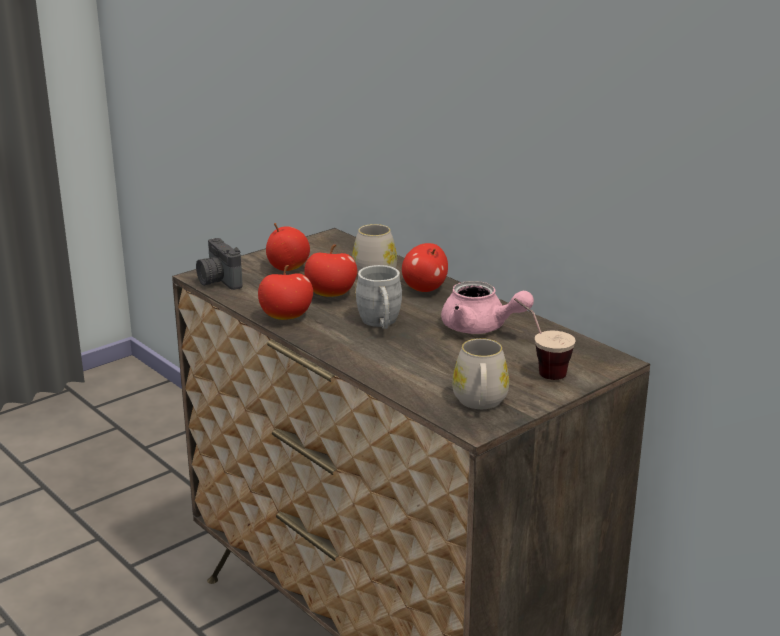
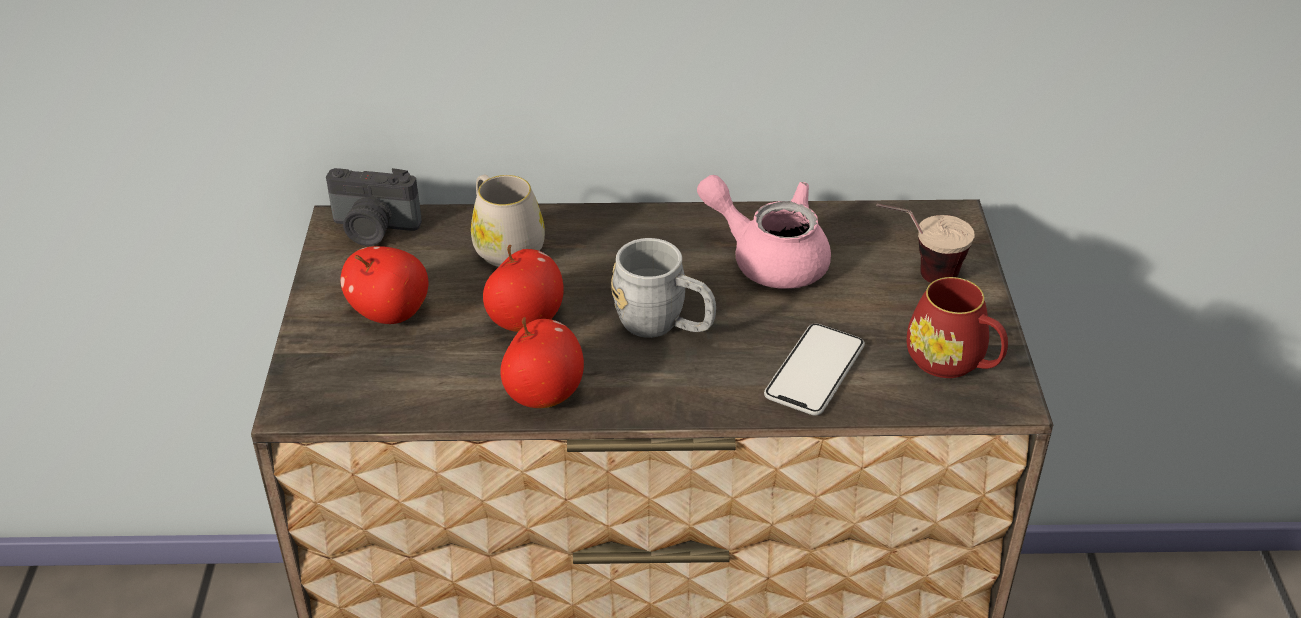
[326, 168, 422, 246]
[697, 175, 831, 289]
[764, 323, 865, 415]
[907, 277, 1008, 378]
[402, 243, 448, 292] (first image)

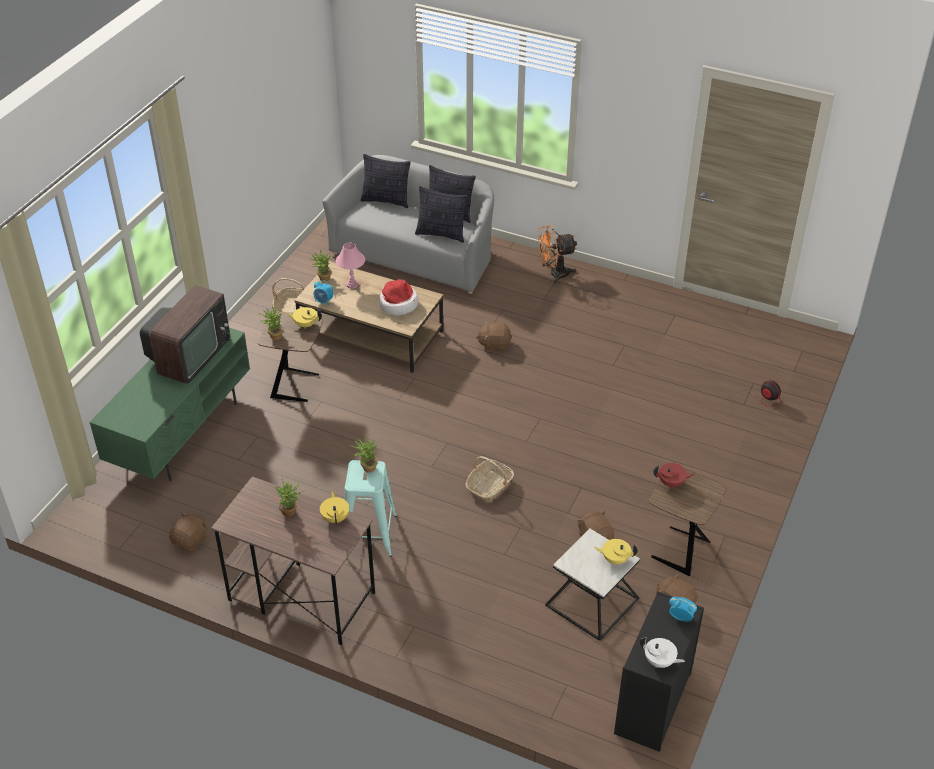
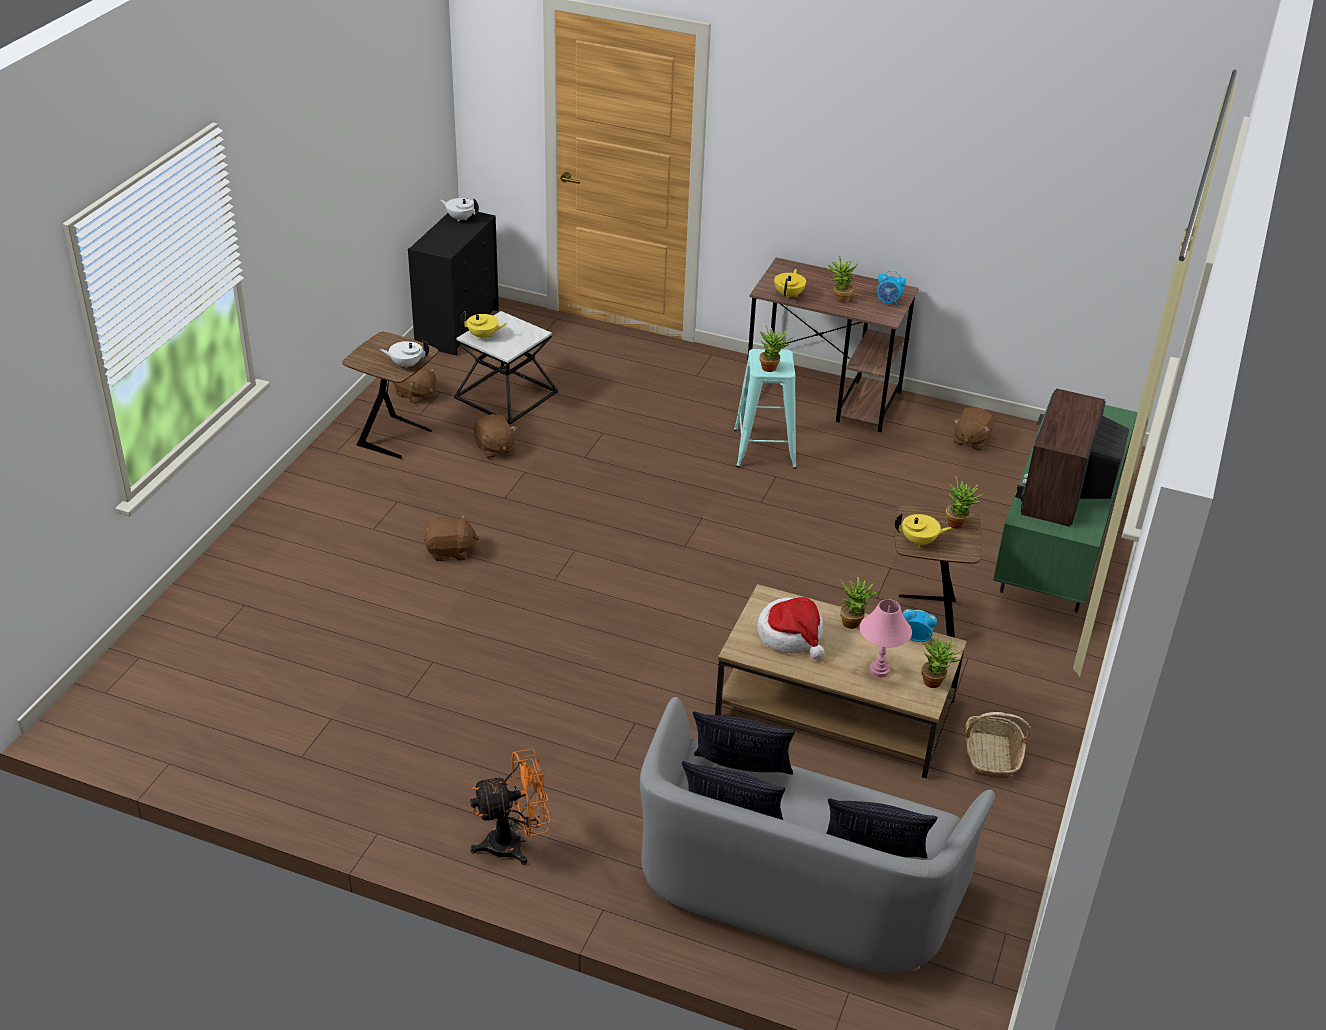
[379, 340, 429, 369]
[424, 514, 479, 561]
[774, 269, 806, 299]
[839, 576, 879, 629]
[877, 270, 906, 306]
[465, 456, 514, 502] (first image)
[729, 381, 781, 416] (first image)

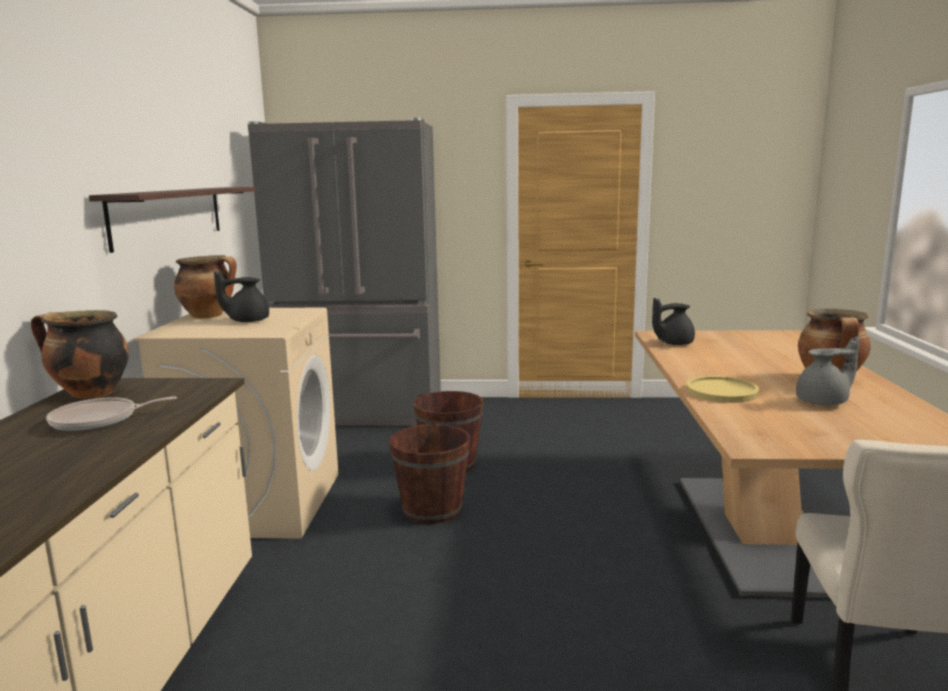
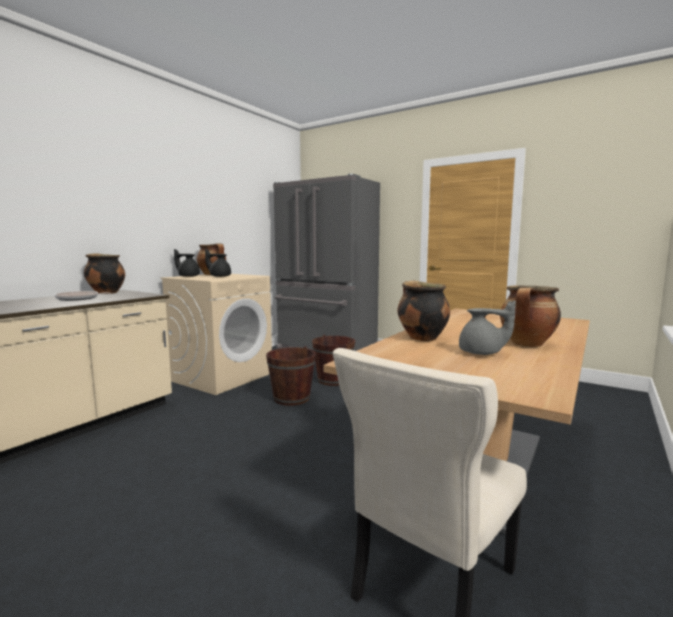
[174, 249, 200, 277]
[397, 281, 450, 341]
[89, 187, 256, 253] (first image)

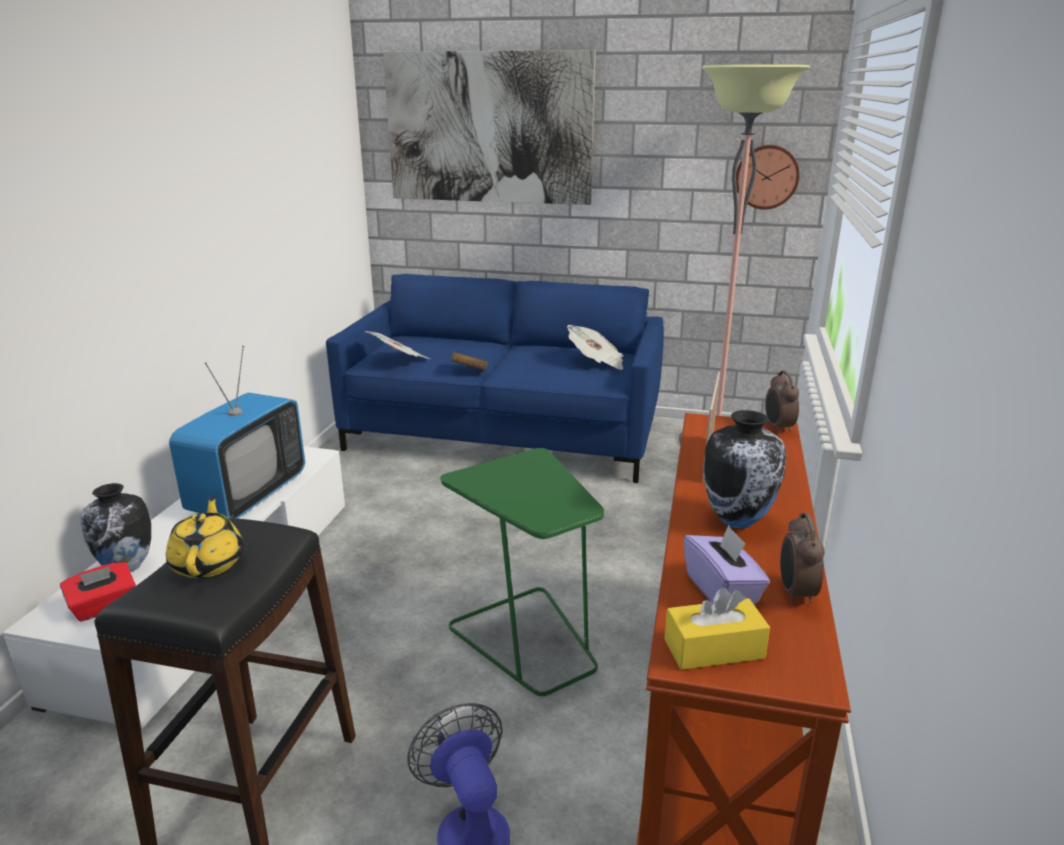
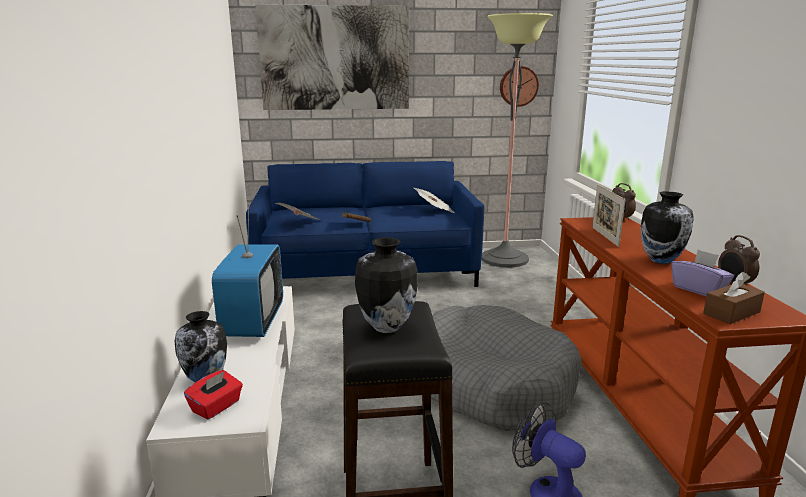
[355, 237, 418, 333]
[431, 305, 582, 431]
[703, 272, 765, 324]

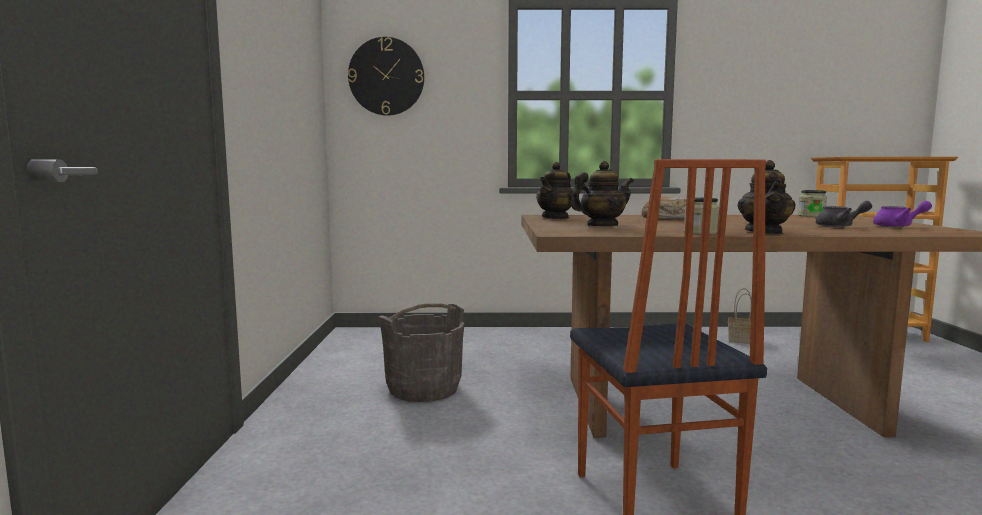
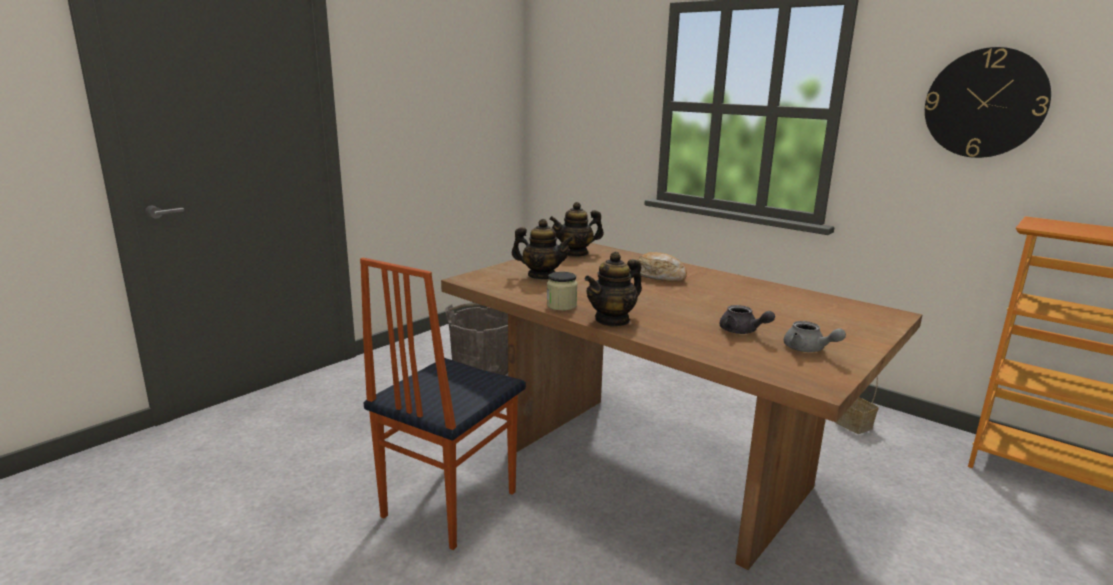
[784, 321, 846, 352]
[925, 47, 1051, 158]
[798, 190, 827, 217] (first image)

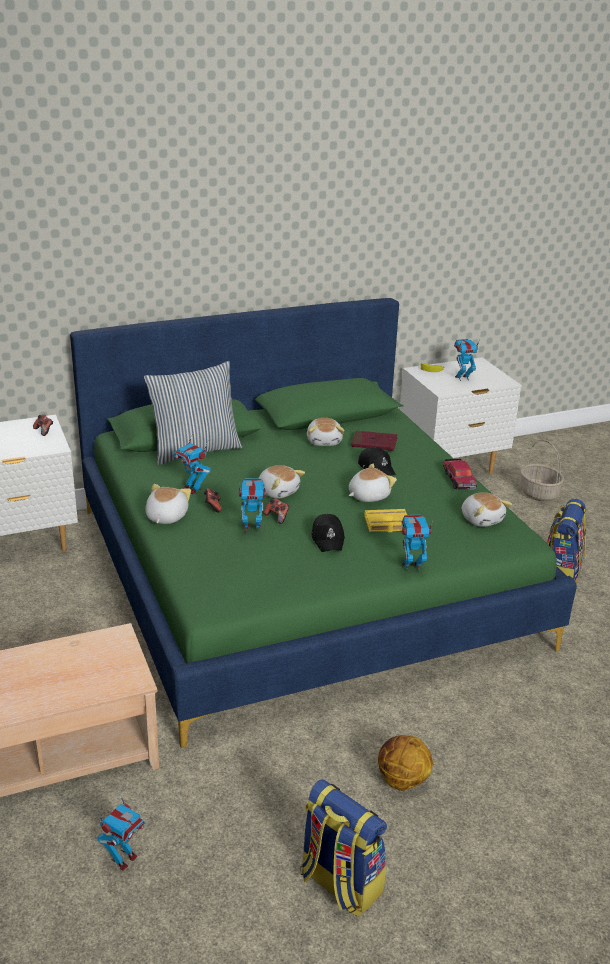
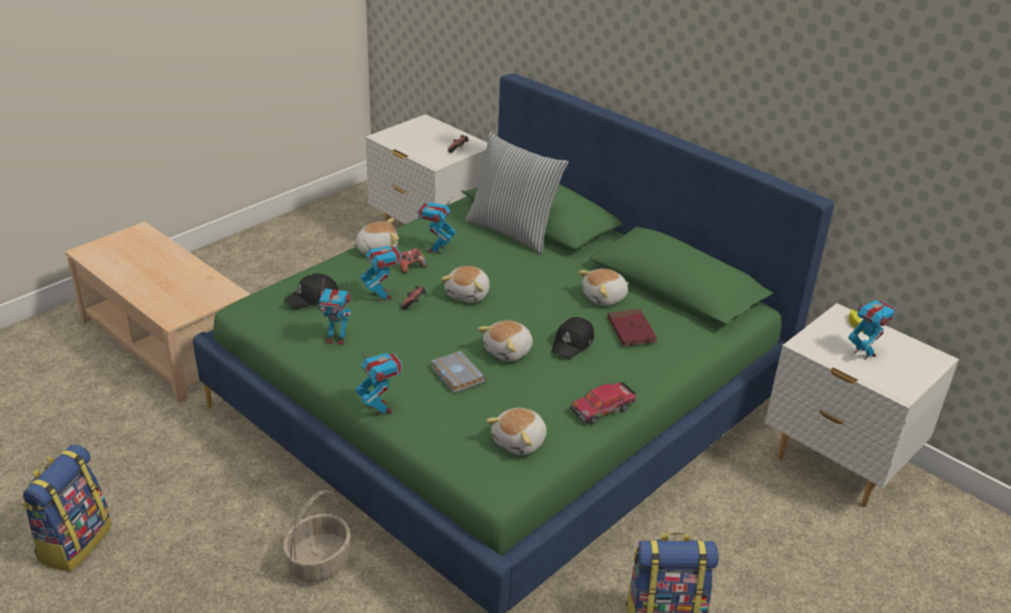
[283, 490, 350, 582]
[284, 273, 338, 309]
[317, 281, 350, 345]
[431, 351, 486, 393]
[478, 320, 533, 362]
[378, 735, 433, 791] (first image)

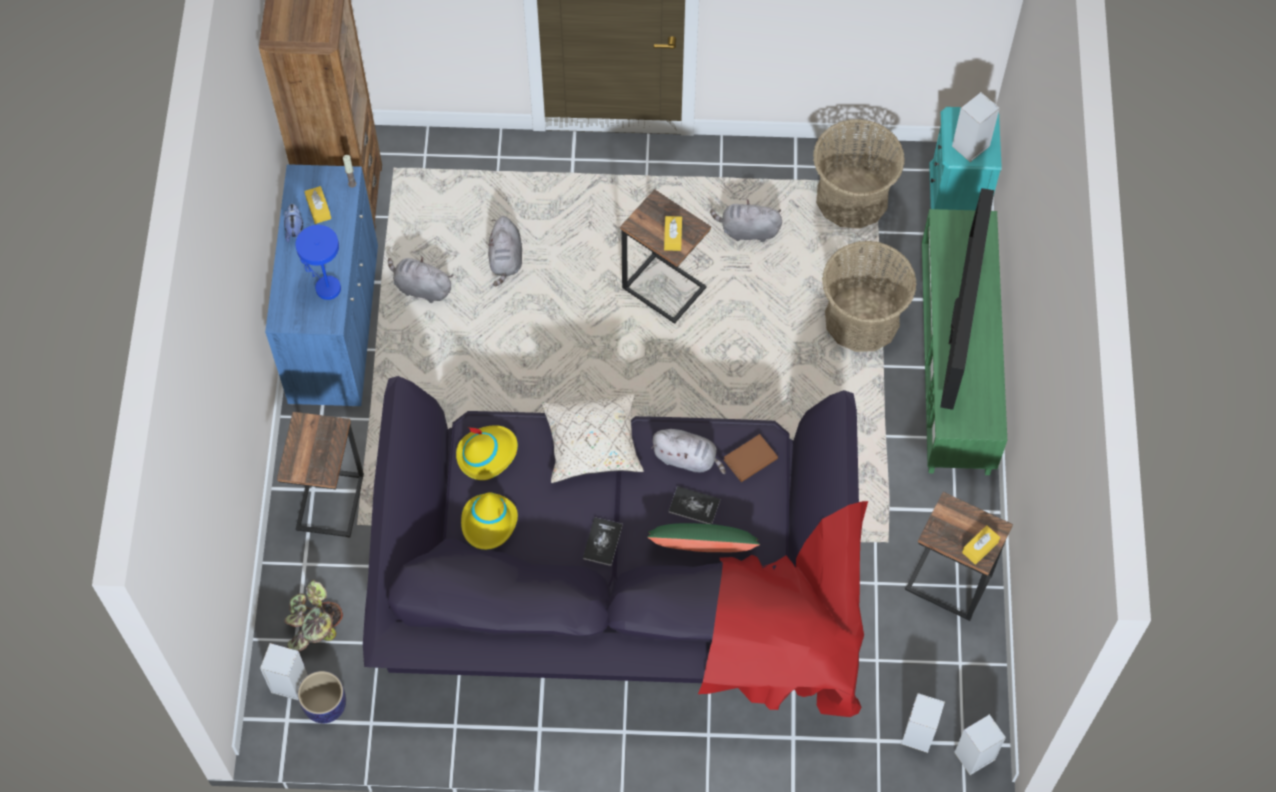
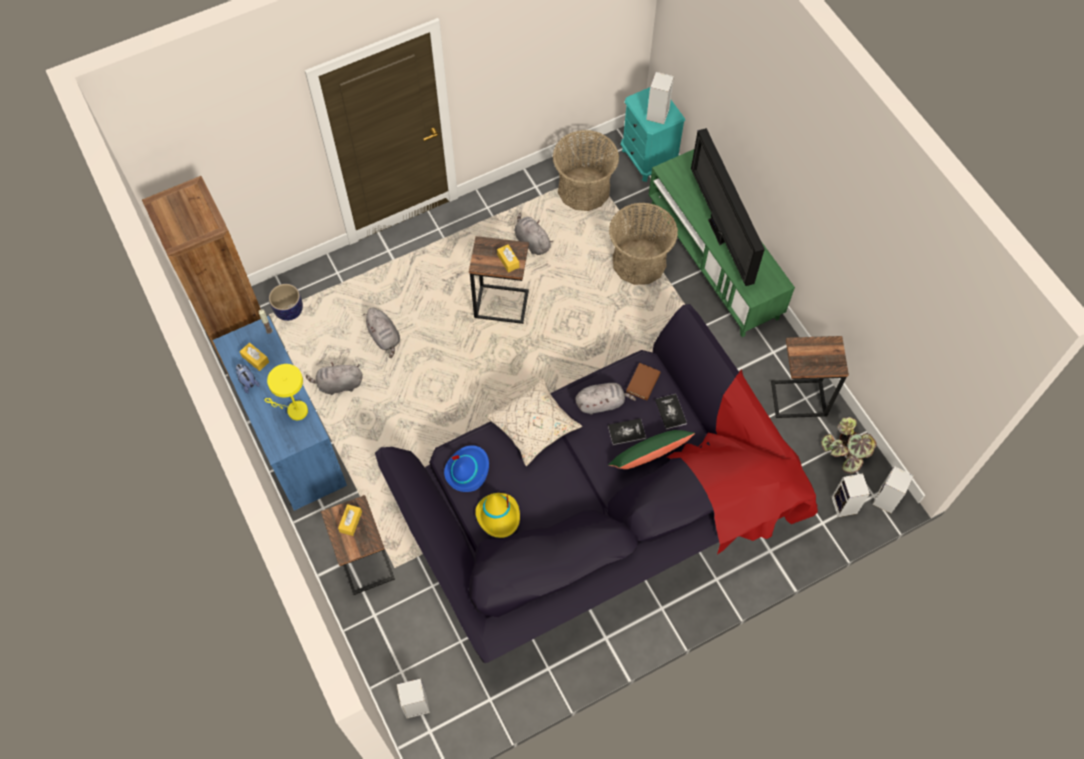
[264, 364, 308, 420]
[269, 284, 303, 321]
[338, 504, 362, 536]
[444, 445, 489, 492]
[514, 213, 553, 255]
[655, 394, 687, 430]
[821, 417, 876, 473]

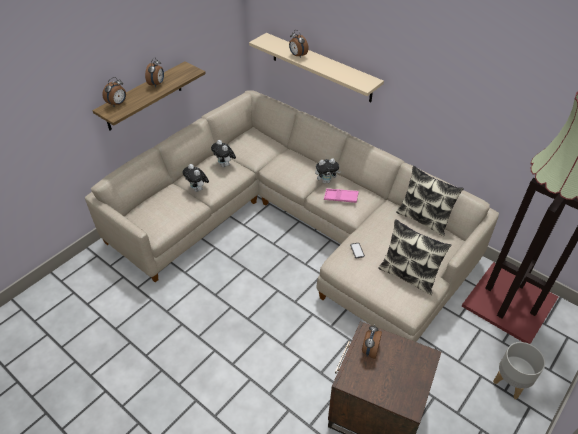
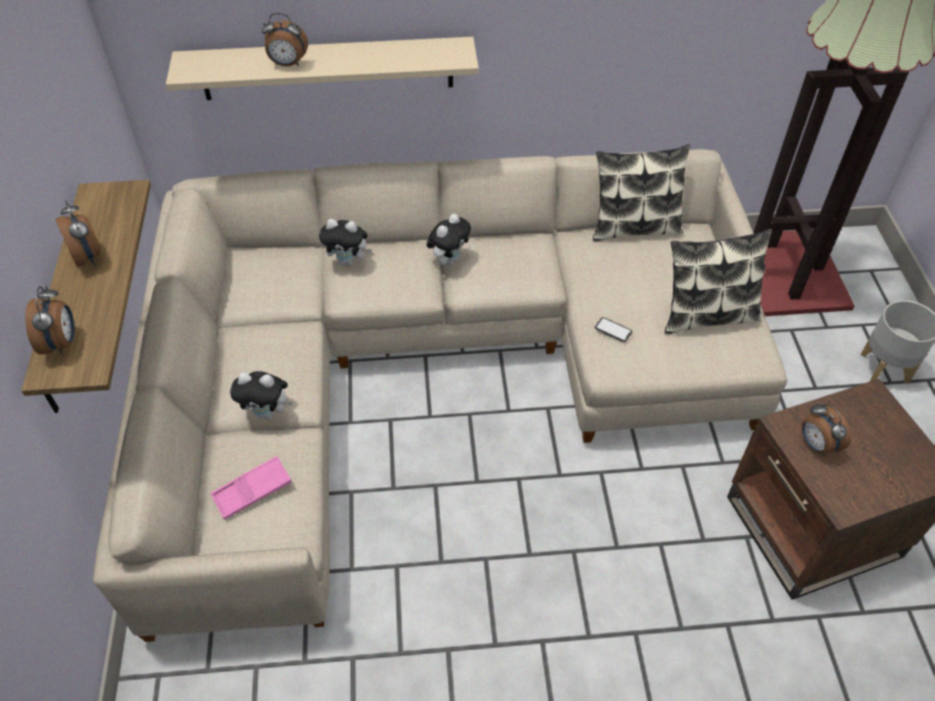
[210, 456, 292, 520]
[319, 219, 372, 266]

